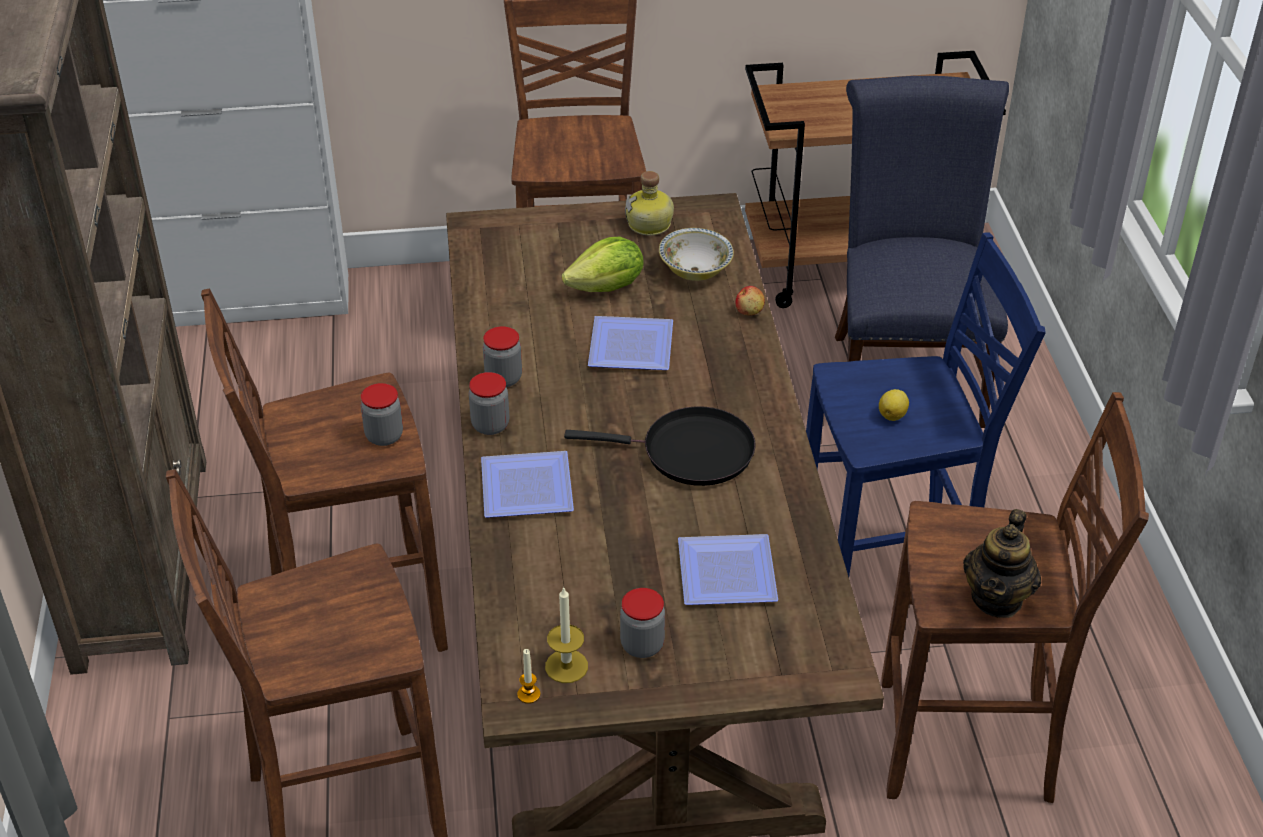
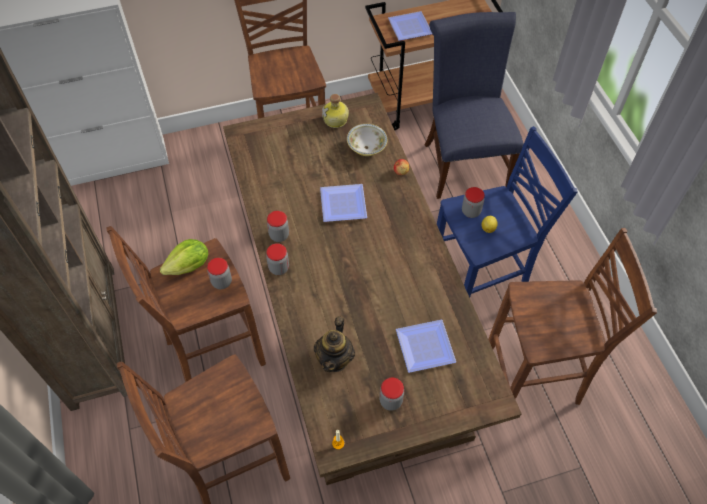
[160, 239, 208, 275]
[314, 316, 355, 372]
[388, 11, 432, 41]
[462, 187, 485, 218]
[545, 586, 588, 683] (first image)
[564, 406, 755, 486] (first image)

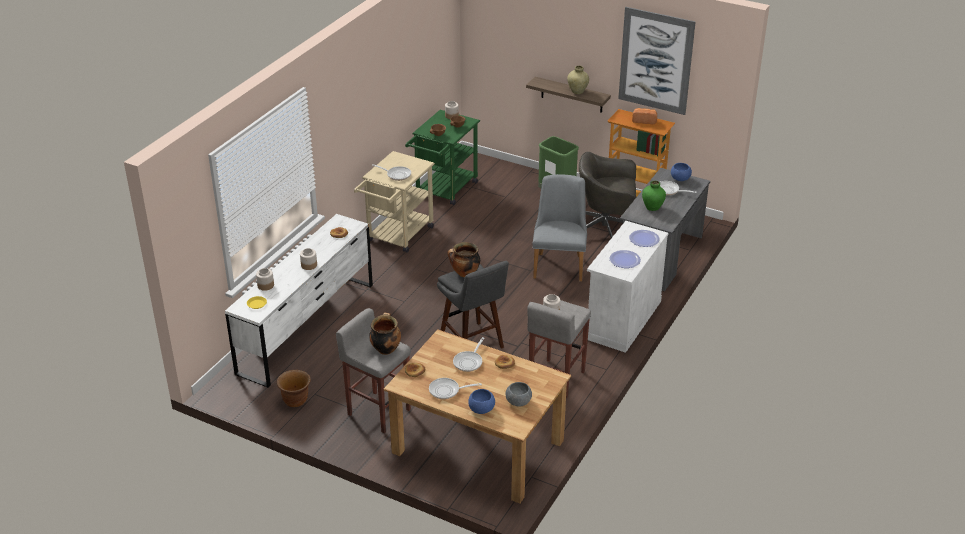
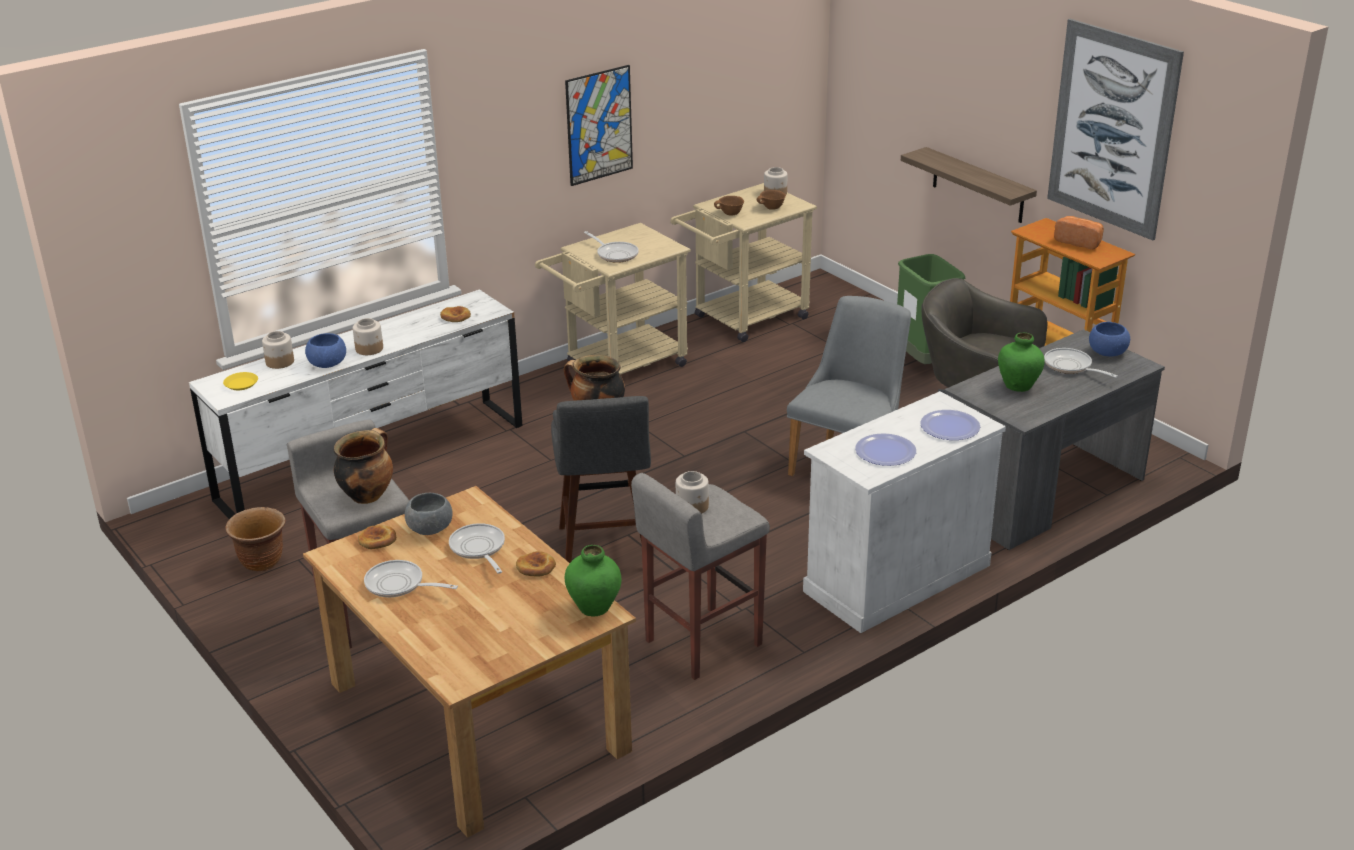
[305, 333, 346, 368]
[405, 493, 453, 535]
[449, 523, 505, 574]
[565, 65, 633, 186]
[565, 545, 621, 617]
[670, 183, 817, 342]
[567, 66, 589, 94] (first image)

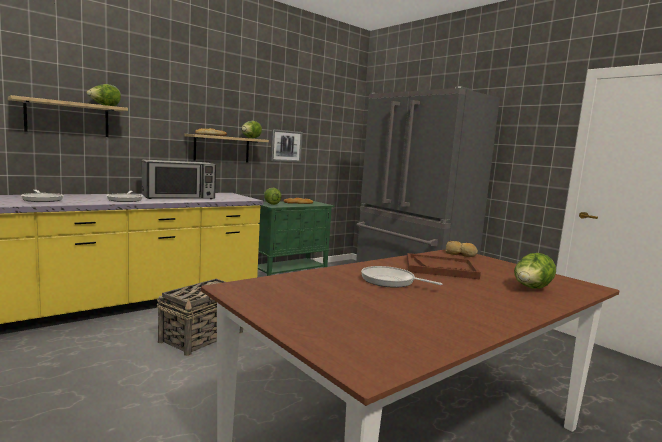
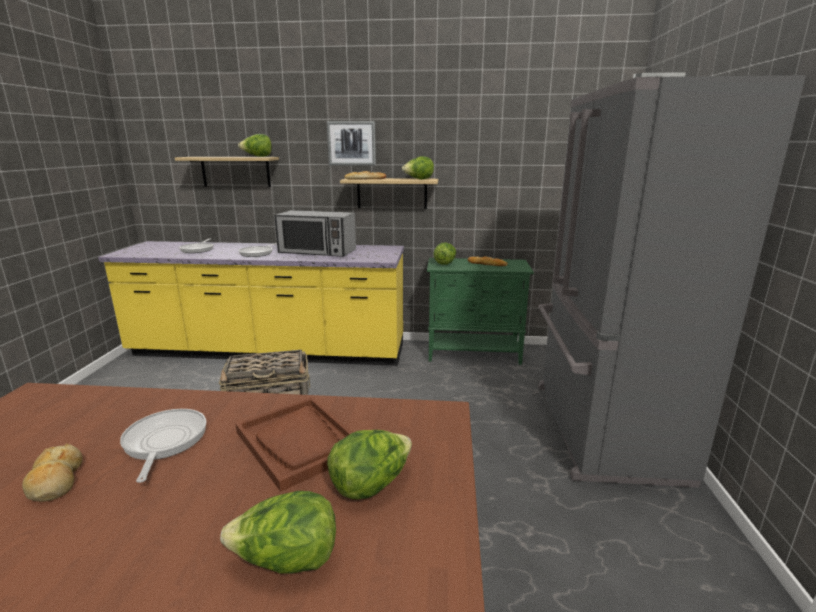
[22, 443, 83, 502]
[326, 121, 376, 166]
[327, 430, 412, 499]

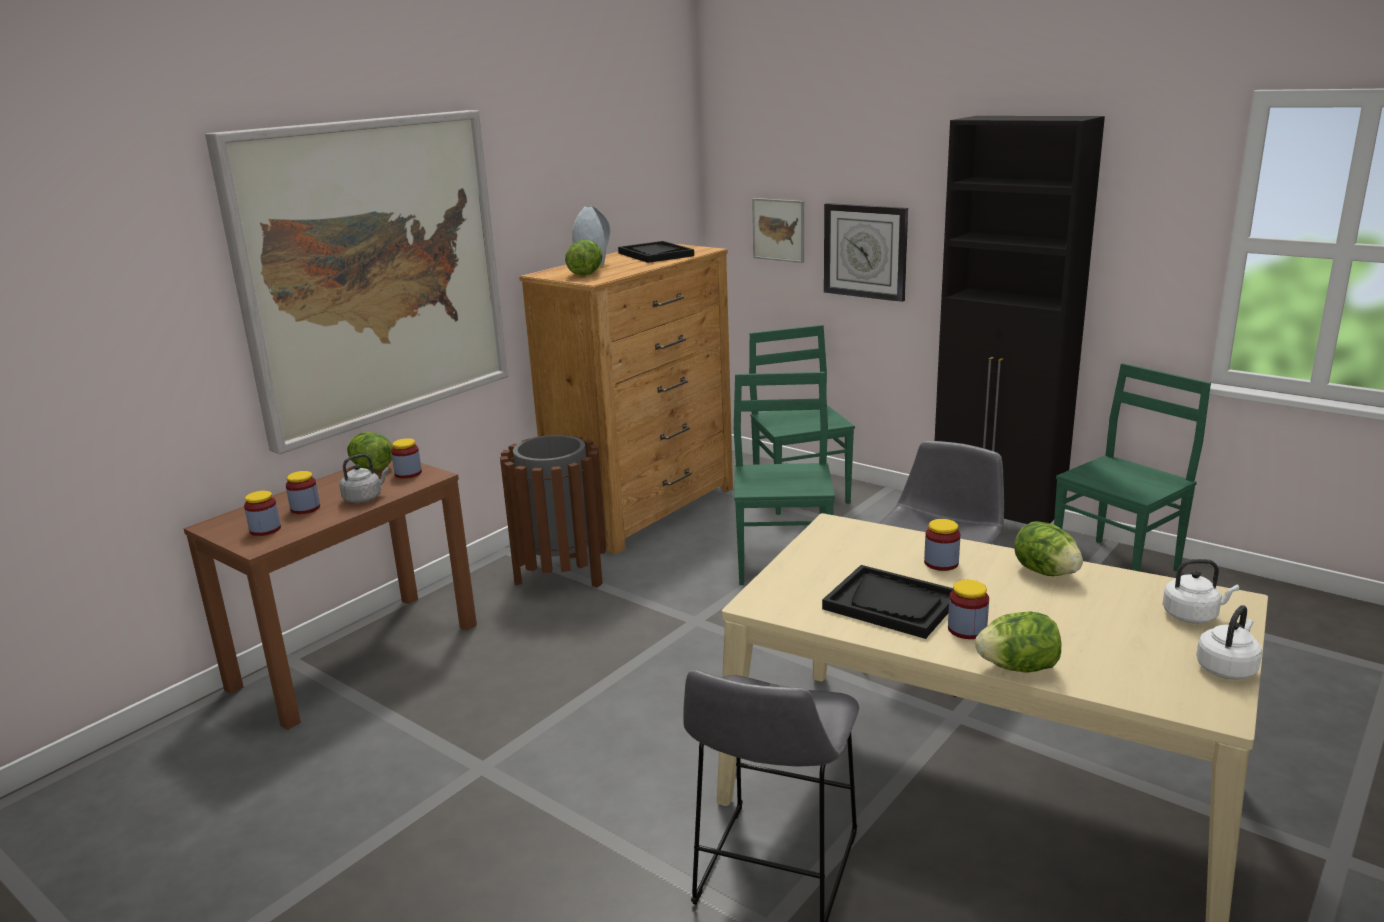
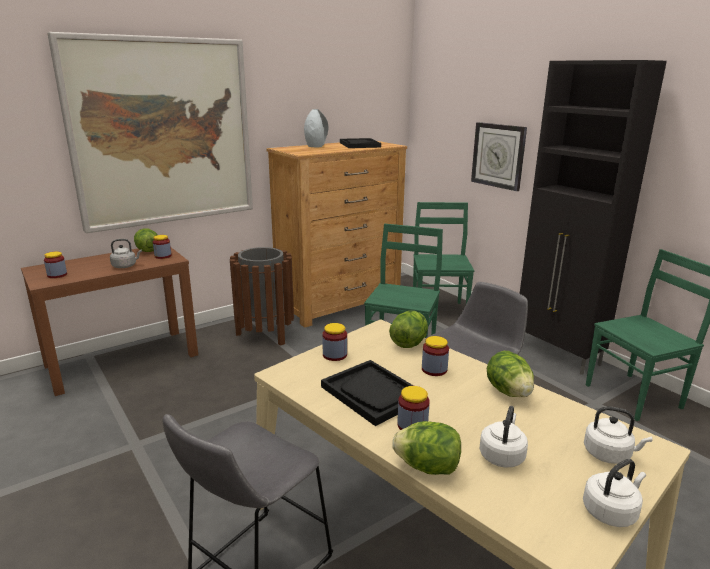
[322, 323, 347, 361]
[389, 311, 428, 348]
[480, 406, 528, 467]
[752, 198, 804, 263] (first image)

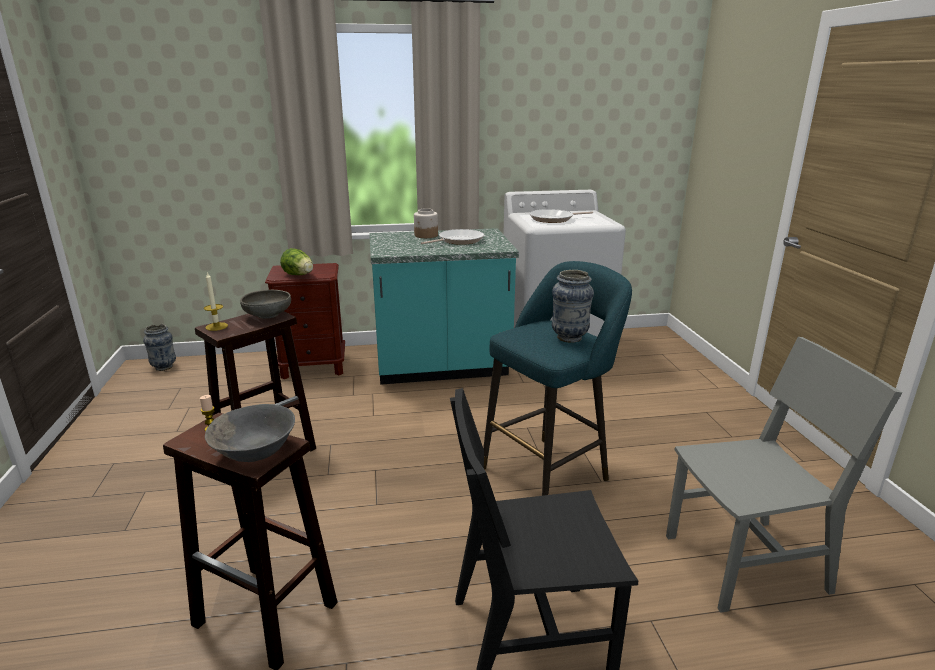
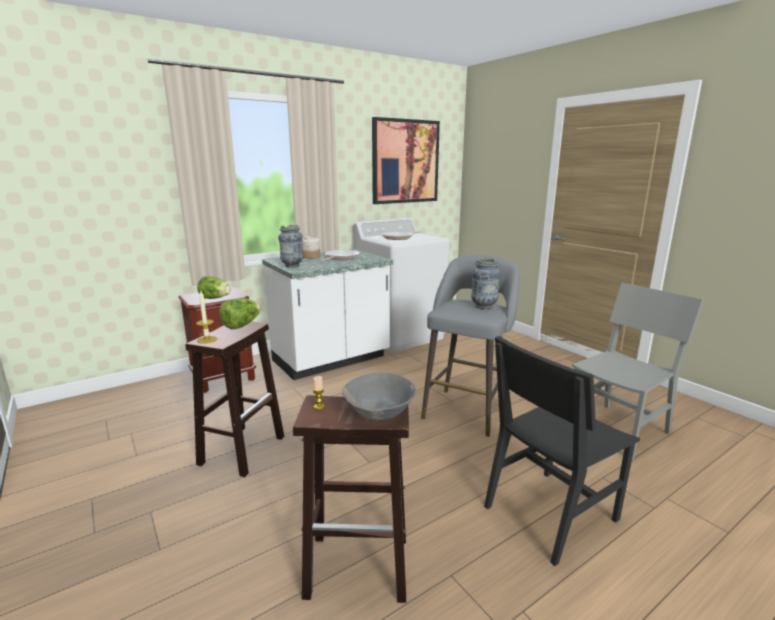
[219, 298, 261, 329]
[262, 249, 393, 380]
[278, 225, 303, 268]
[372, 117, 440, 204]
[421, 255, 519, 437]

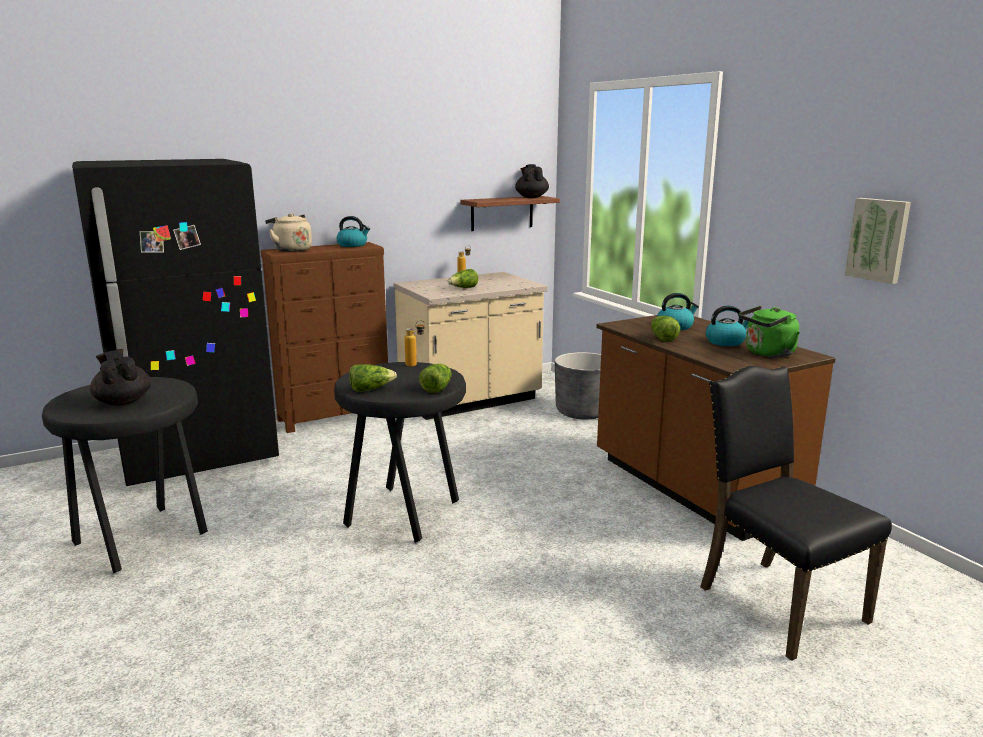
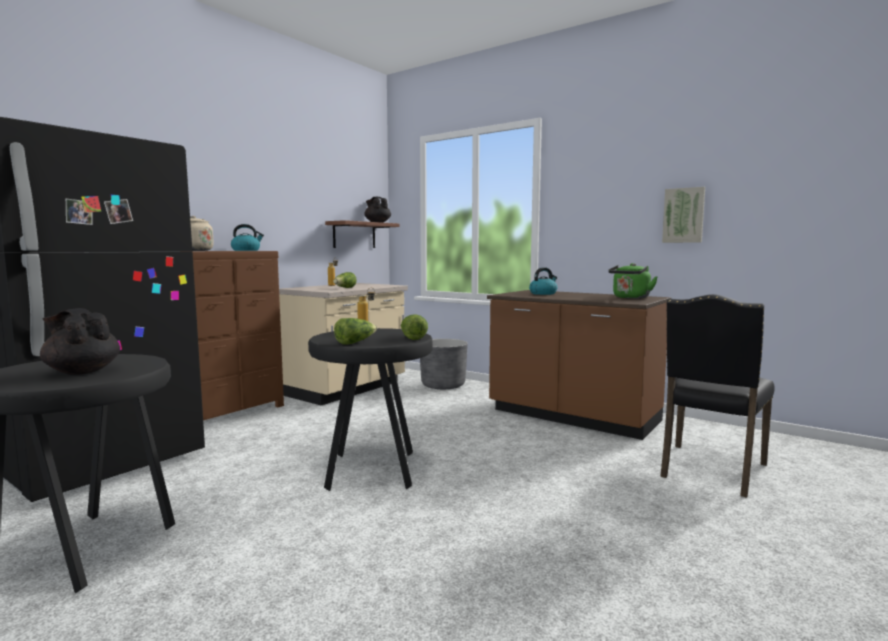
[660, 294, 775, 498]
[651, 316, 680, 342] (first image)
[706, 306, 749, 346] (first image)

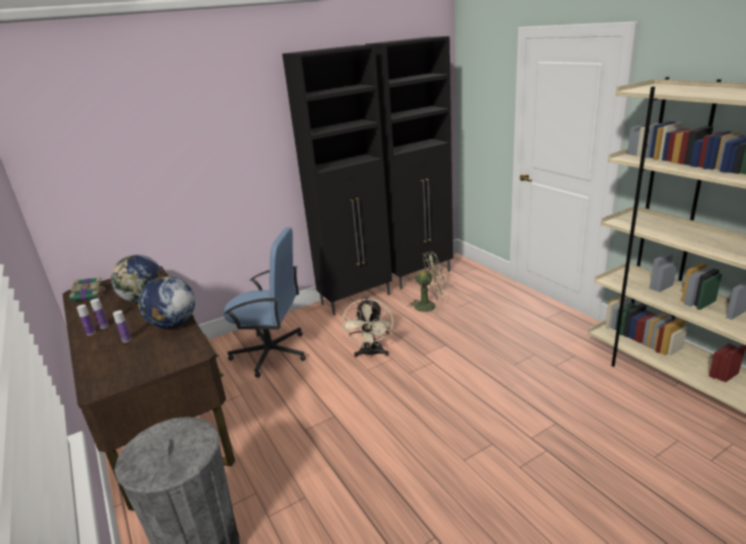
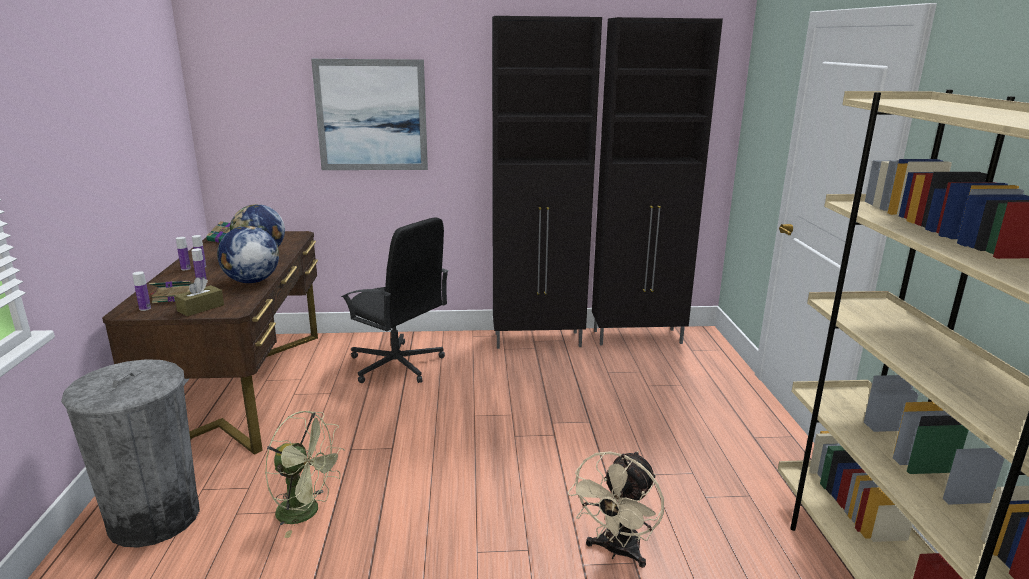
[132, 271, 151, 311]
[149, 280, 194, 303]
[174, 277, 224, 316]
[265, 411, 345, 538]
[311, 59, 428, 170]
[341, 217, 449, 383]
[568, 451, 664, 568]

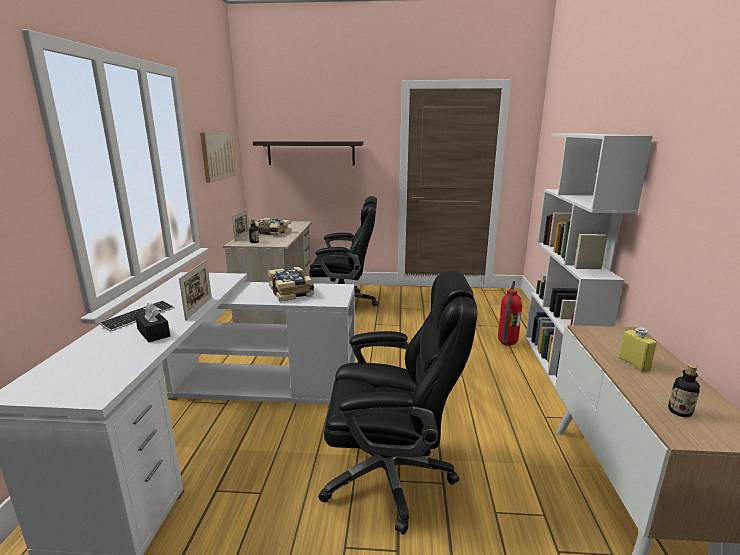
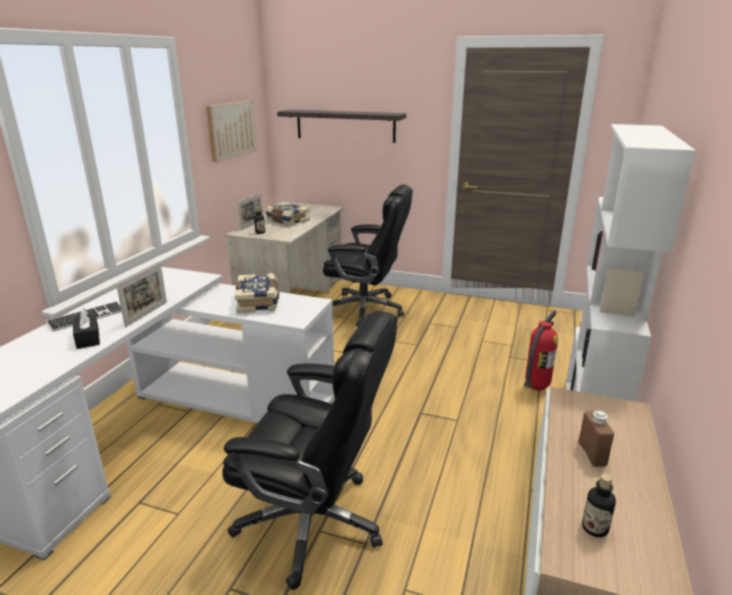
[578, 411, 614, 467]

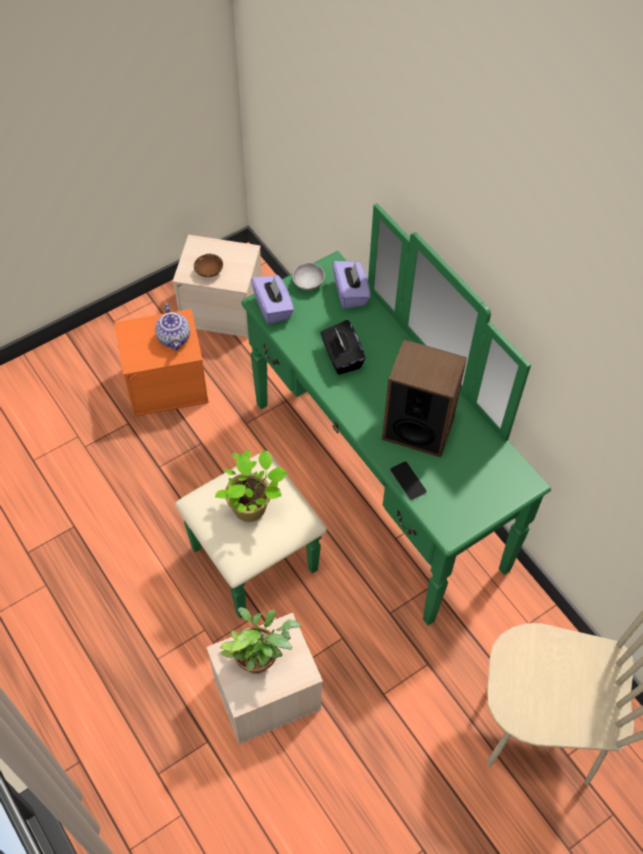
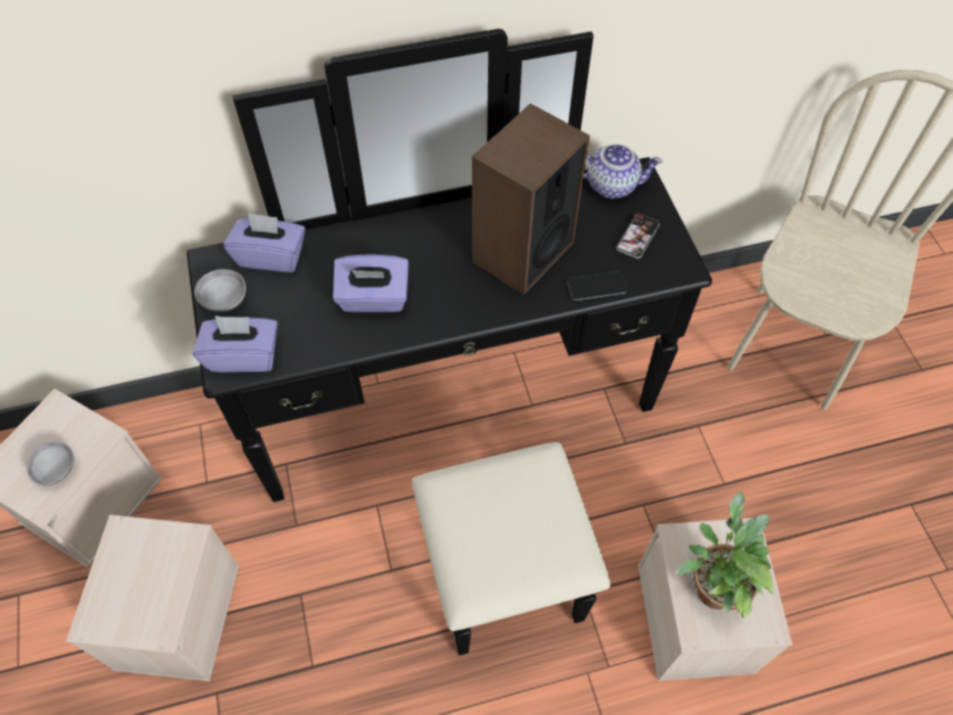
[26, 441, 74, 486]
[66, 515, 239, 681]
[187, 29, 712, 656]
[333, 254, 409, 312]
[583, 143, 663, 199]
[616, 214, 660, 259]
[215, 450, 288, 522] (first image)

